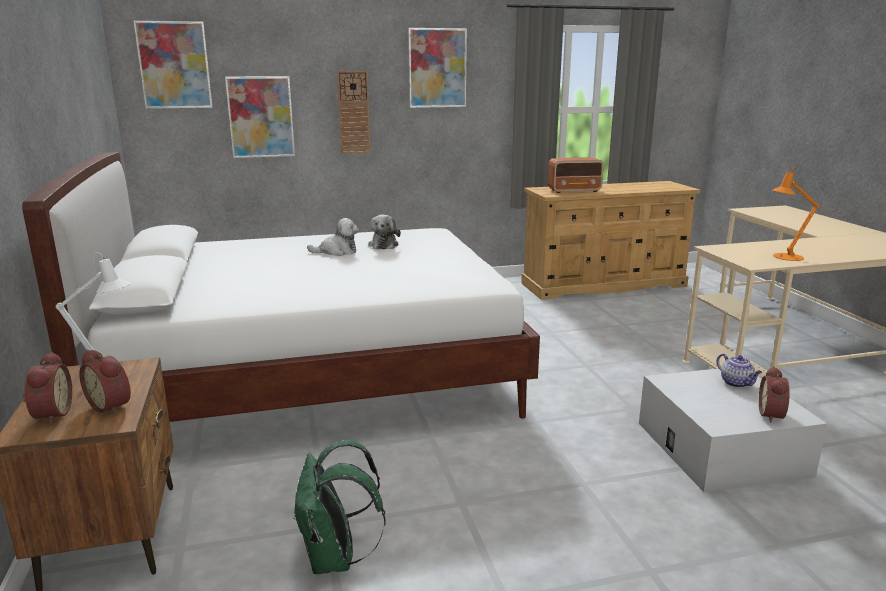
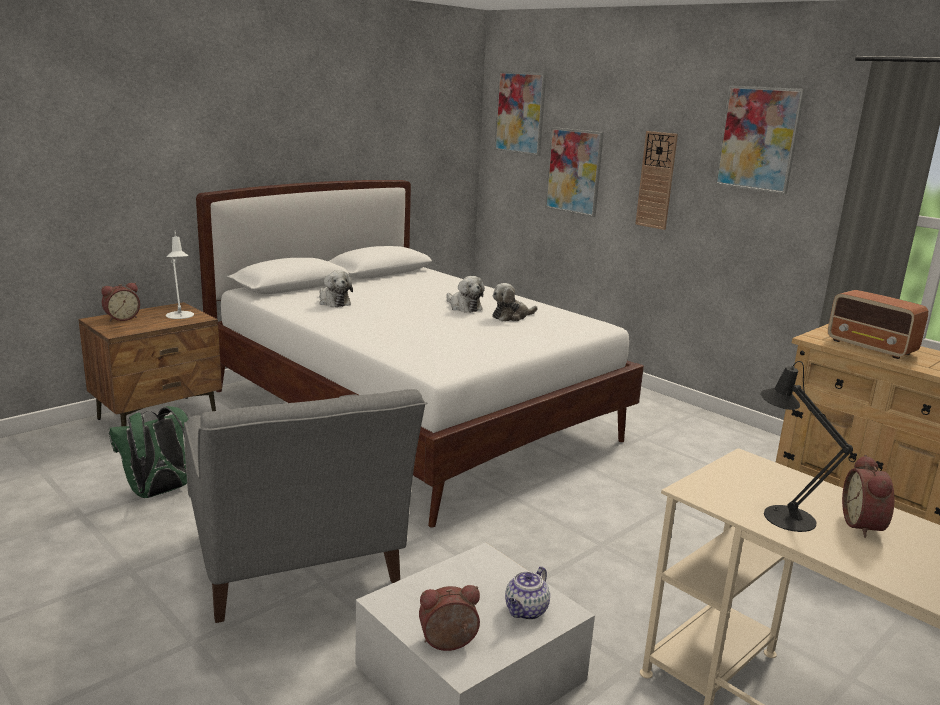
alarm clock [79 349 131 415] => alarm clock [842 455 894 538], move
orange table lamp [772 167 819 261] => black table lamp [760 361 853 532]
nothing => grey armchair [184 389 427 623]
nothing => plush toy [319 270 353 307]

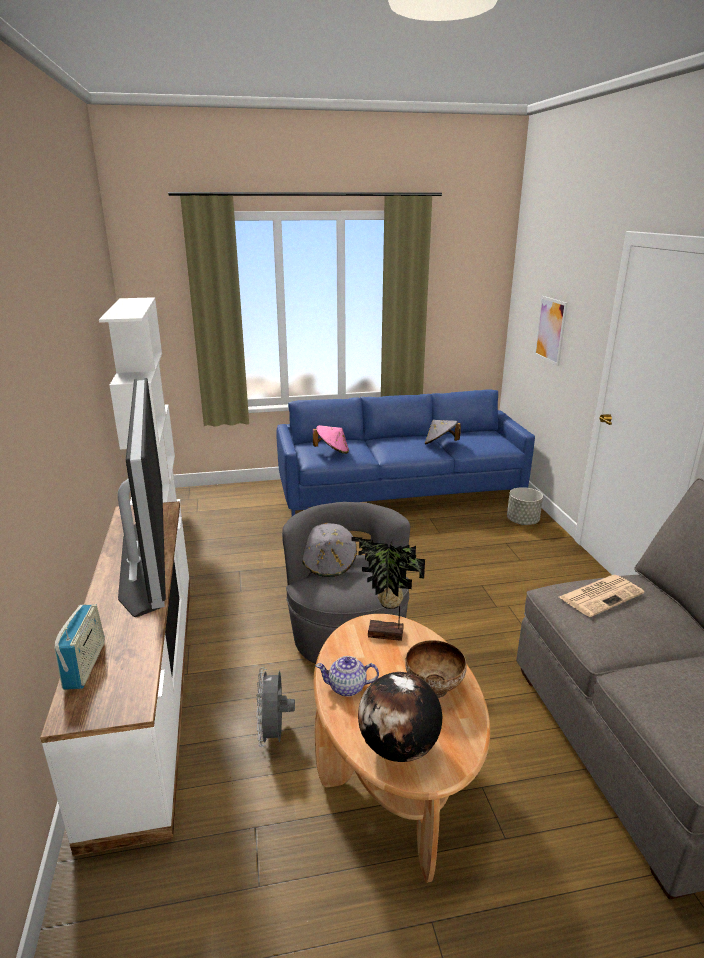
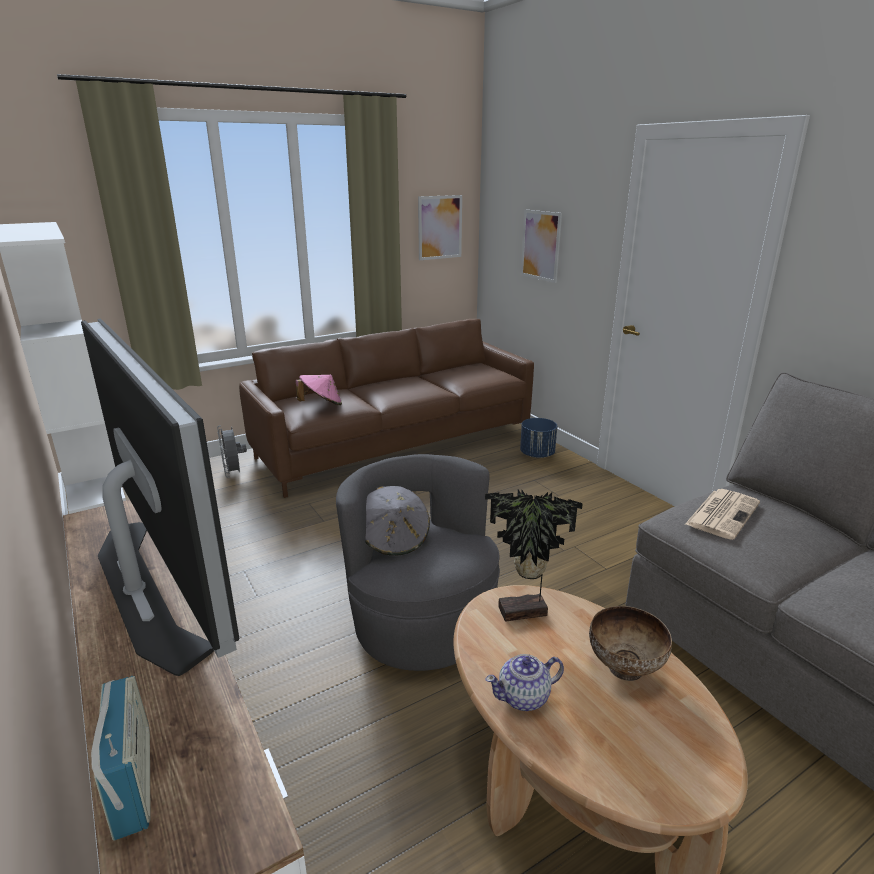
grey fan [256 667 295 747] => grey fan [217 425 247 478], move
blue sofa [277 389 535 516] => brown sofa [239 319 534 498]
globe [358 672 442 762] => nothing
grey hat [425 420 461 444] => nothing
grey planter [507 487 543 525] => blue planter [520 418 557 458]
nothing => picture [418 195 462 260]

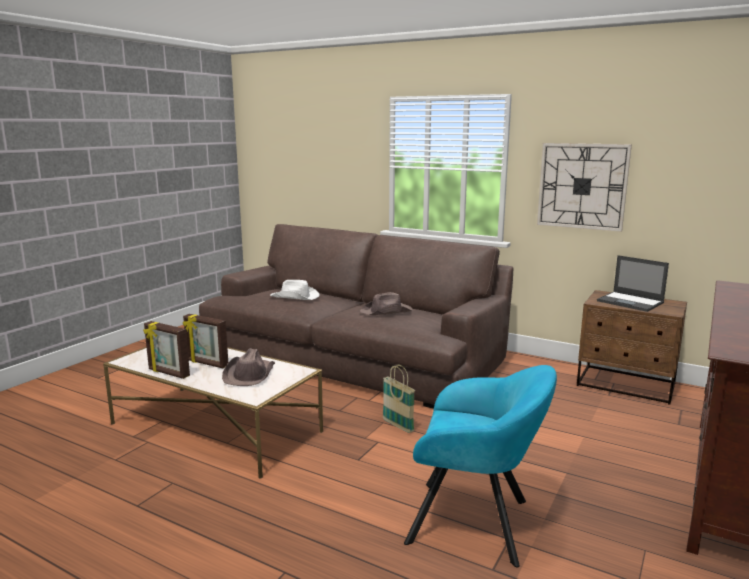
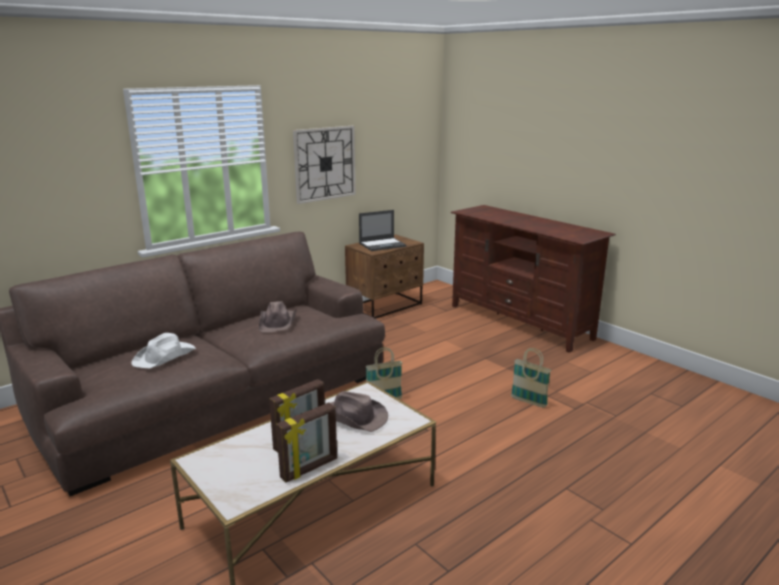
turquoise armchair [404 365 557 567] => basket [511 348 551 408]

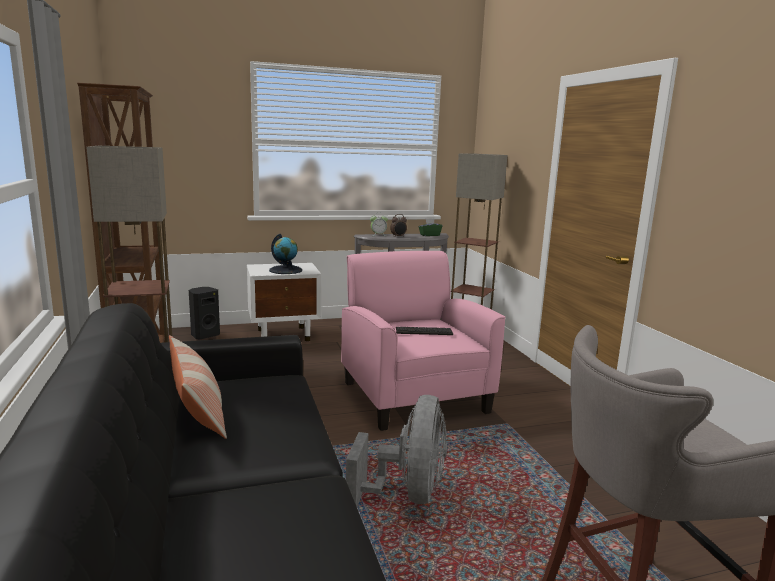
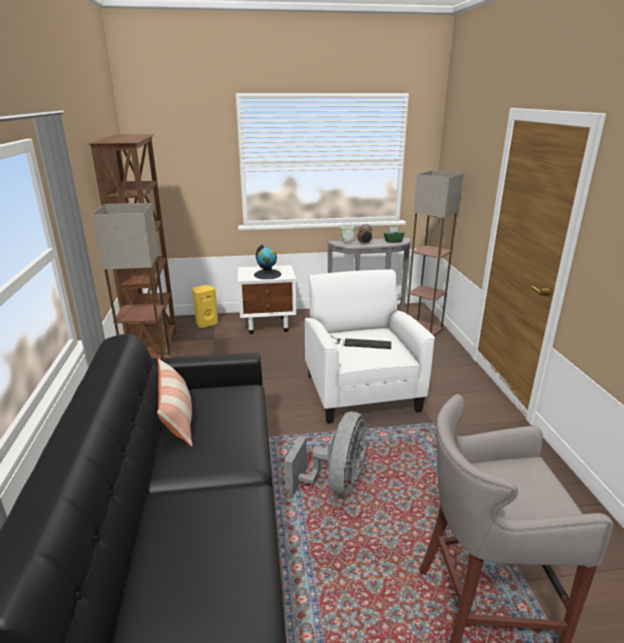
black speaker [189 287 220 340] => yellow speaker [192 285 218 328]
pink armchair [341 251 506 431] => white armchair [305 269 435 424]

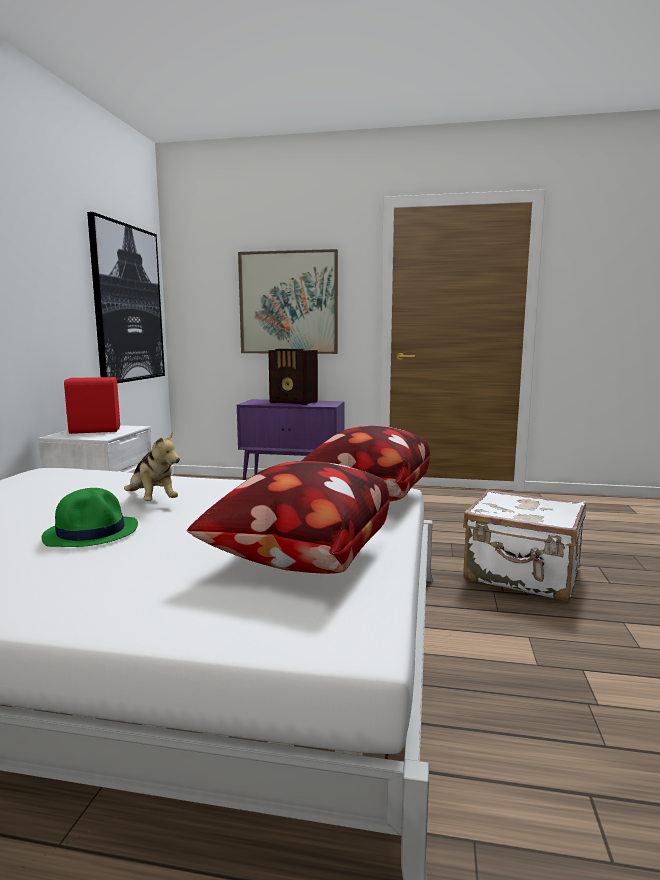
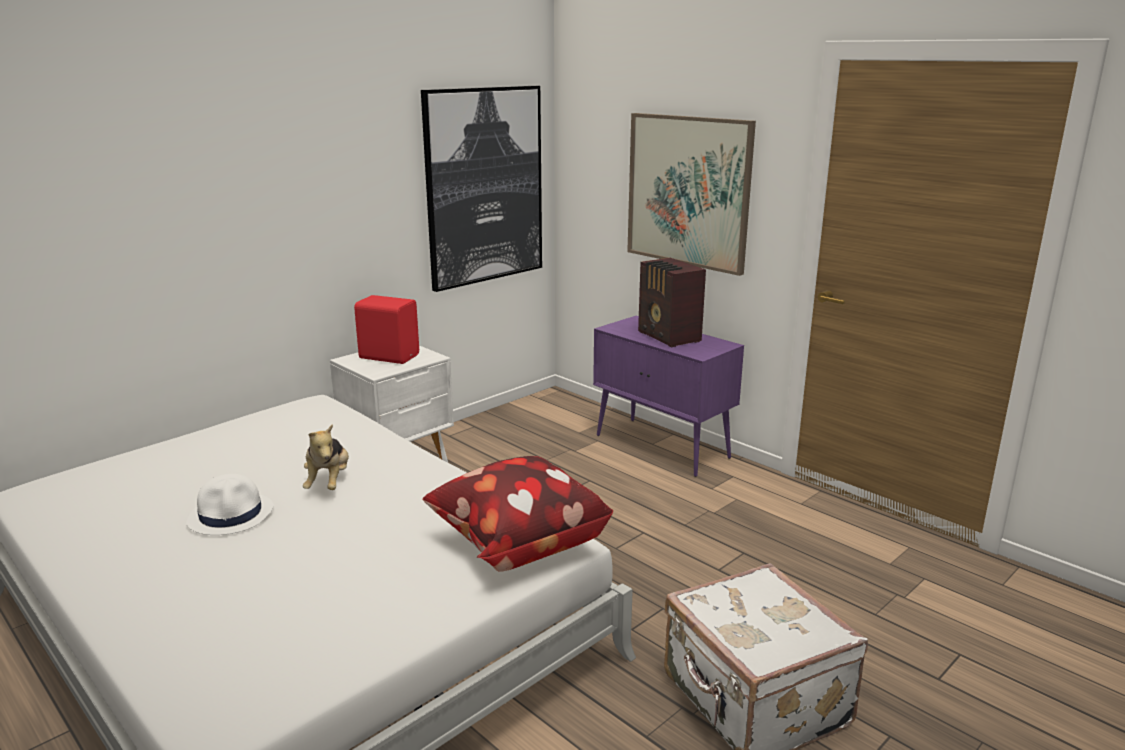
green hat [41 488 138 547] => white hat [186 474 274 535]
pillow [187 461 390 574] => nothing

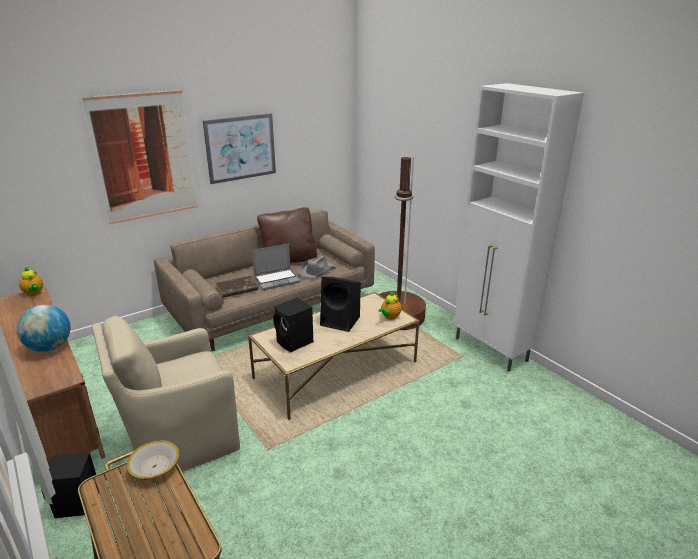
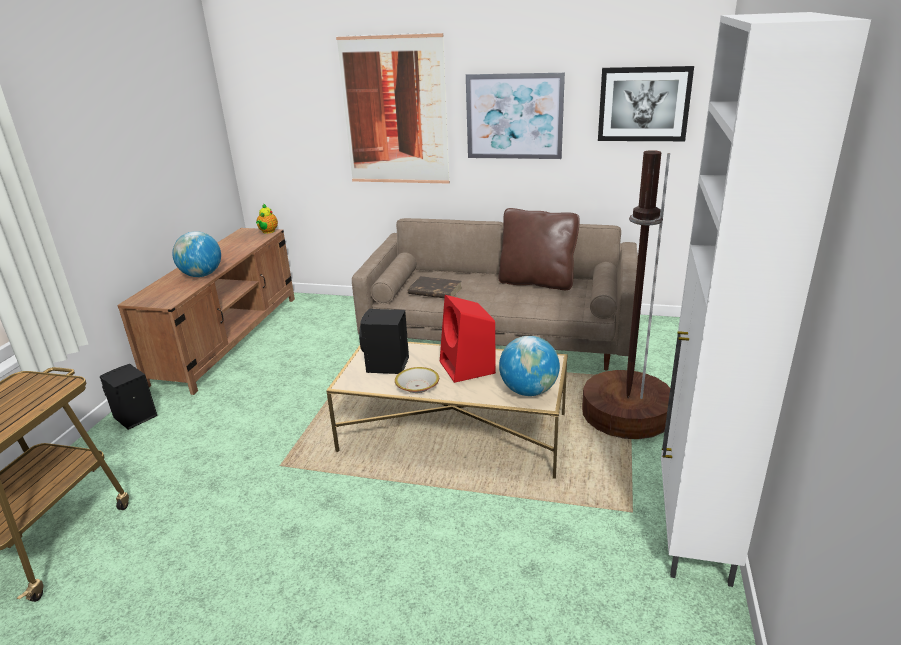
beige armchair [92 316 240 481] => nothing
bowl [126 440 180 480] => bowl [395 367 439 393], move
laptop [252 244 301 290] => nothing
grey hat [298 255 336 278] => nothing
black speaker [320 277 361 332] => red speaker [440 295 496 383]
teapot [378 291 402 320] => globe [499 336 560 396]
nothing => picture [598 66 694 141]

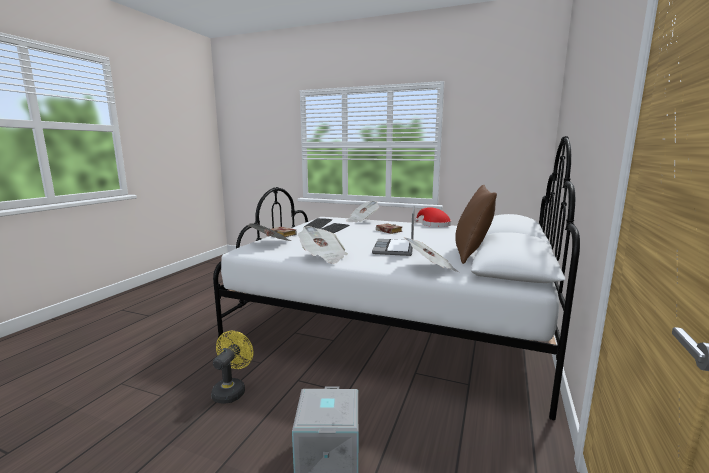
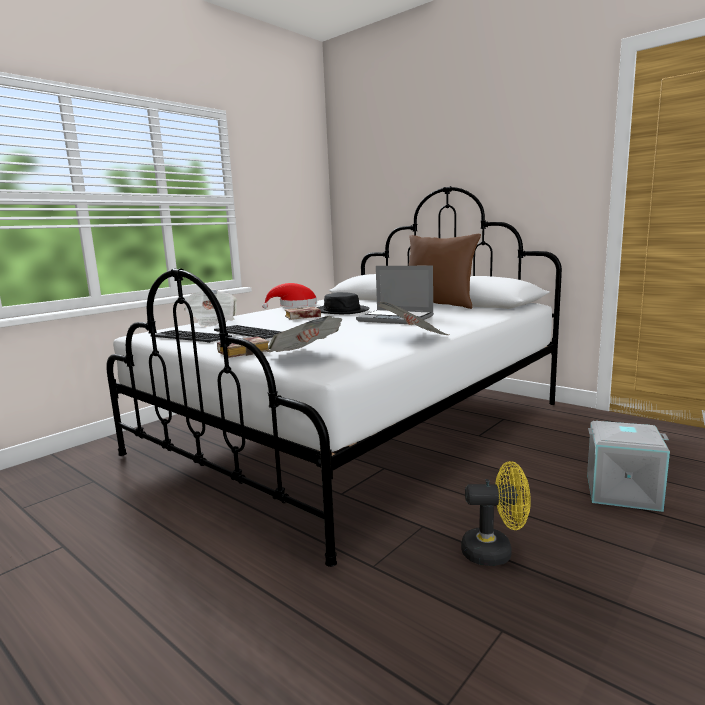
yellow fan [211 331 253 404] => yellow fan [461 461 531 566], 150 degrees clockwise
newspaper [404 237 459 272] => nothing
nothing => black hat [316 292 370 314]

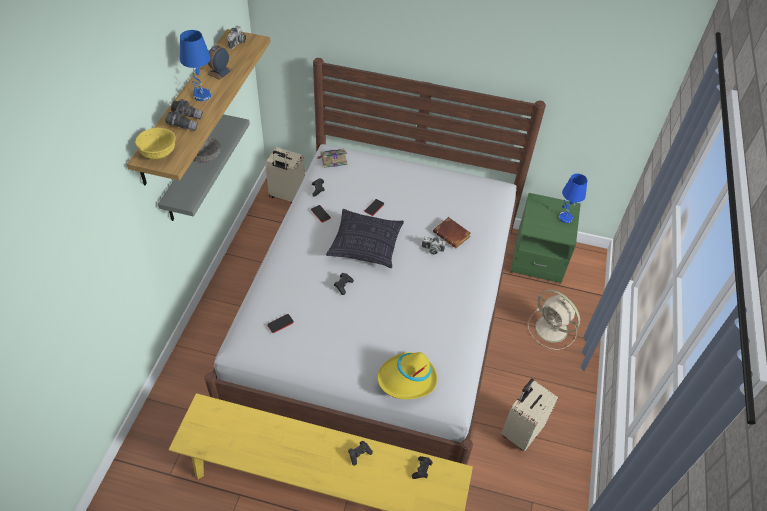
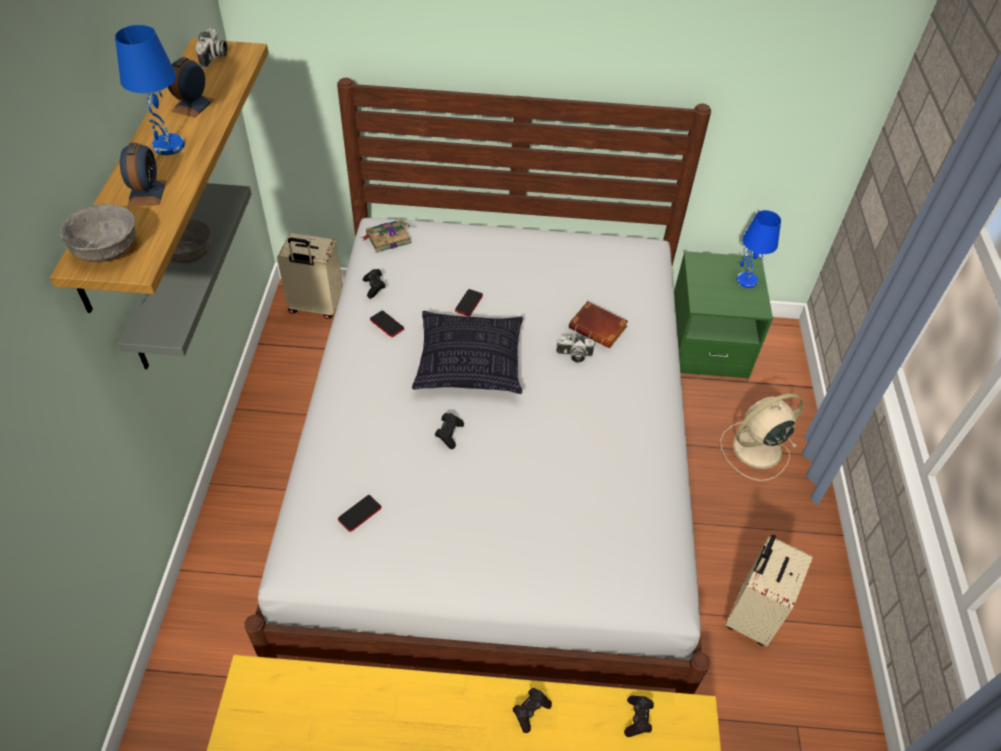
yellow bowl [135 128 176 159] => grey bowl [60 204 136 262]
grey binoculars [165 99 203 131] => alarm clock [120 143 166 205]
yellow hat [377 352 437 399] => nothing
beige fan [528 289 580 350] => beige fan [720 393 803 481], 120 degrees clockwise

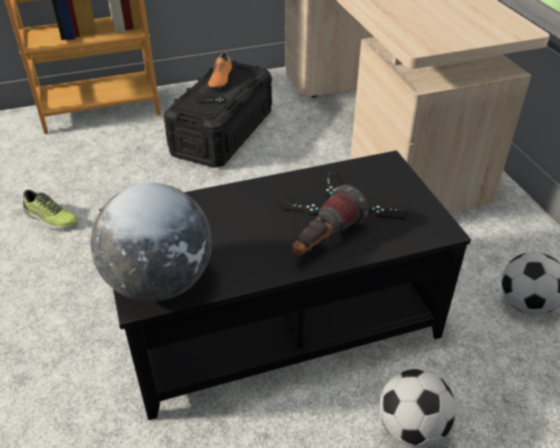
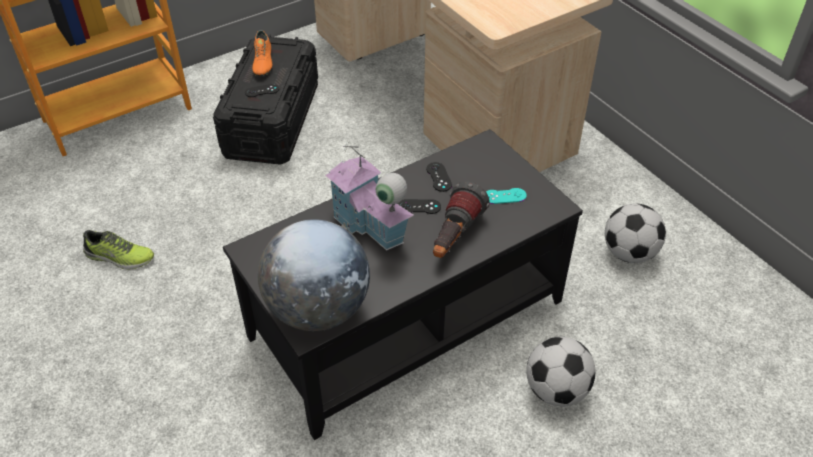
black game controller [369 203 414 219] => turquoise game controller [486 188 527 204]
nothing => toy house [325 140 414 251]

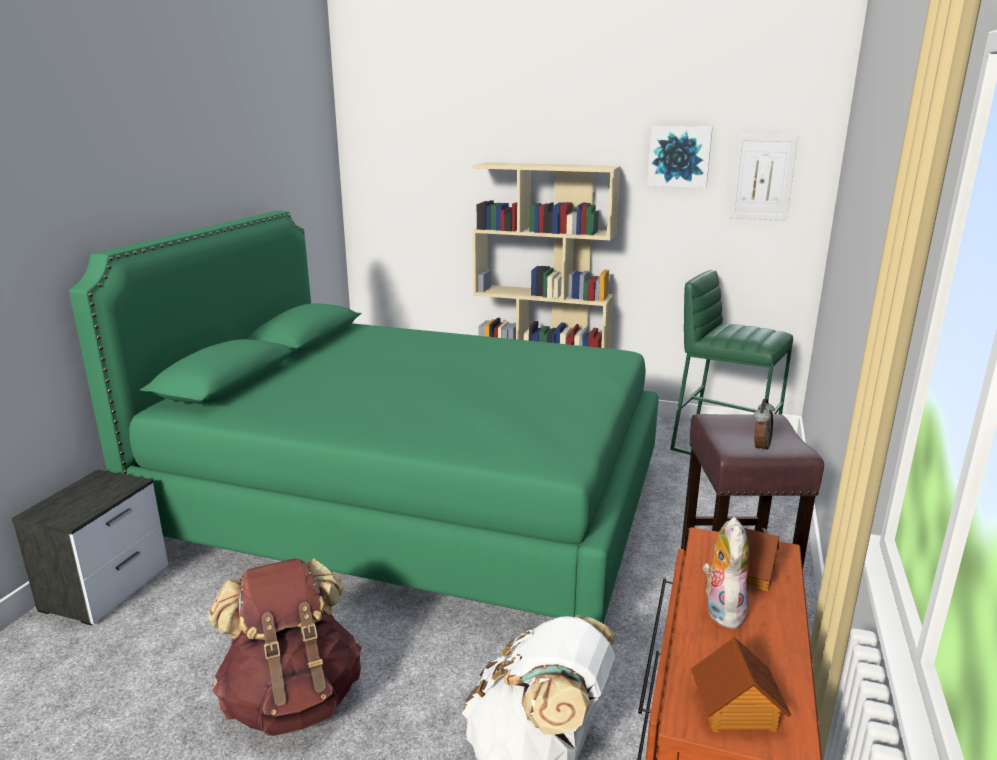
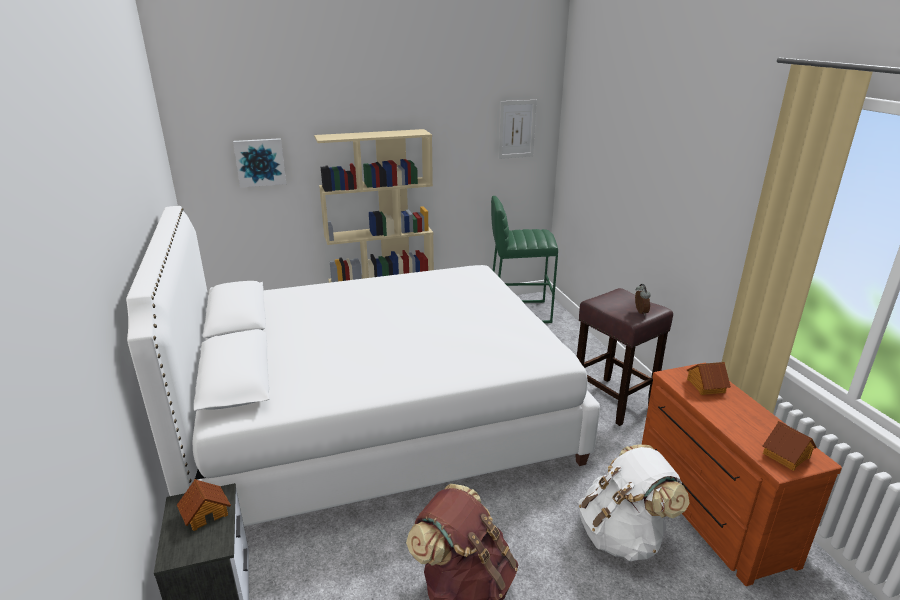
green bed [69 211 659 623] => white bed [126 206 600 527]
picture [647 126 713 188] => picture [233 138 286 188], move
plush toy [703 517 749 629] => nothing
nothing => toy house [177 479 231 531]

